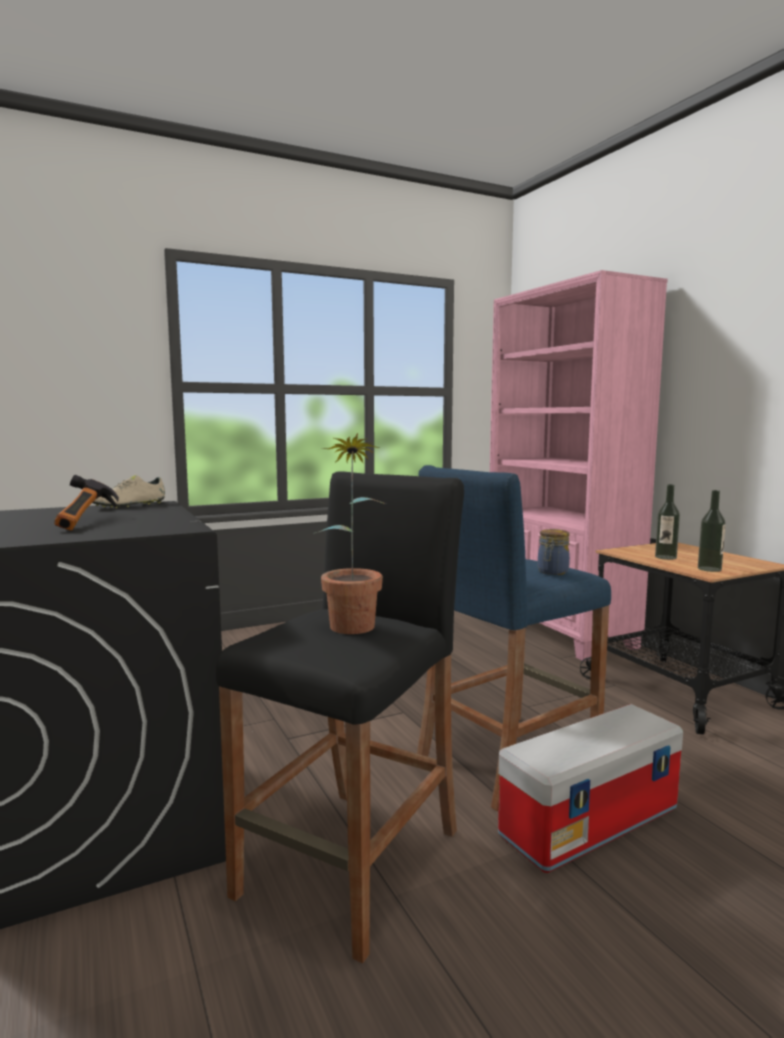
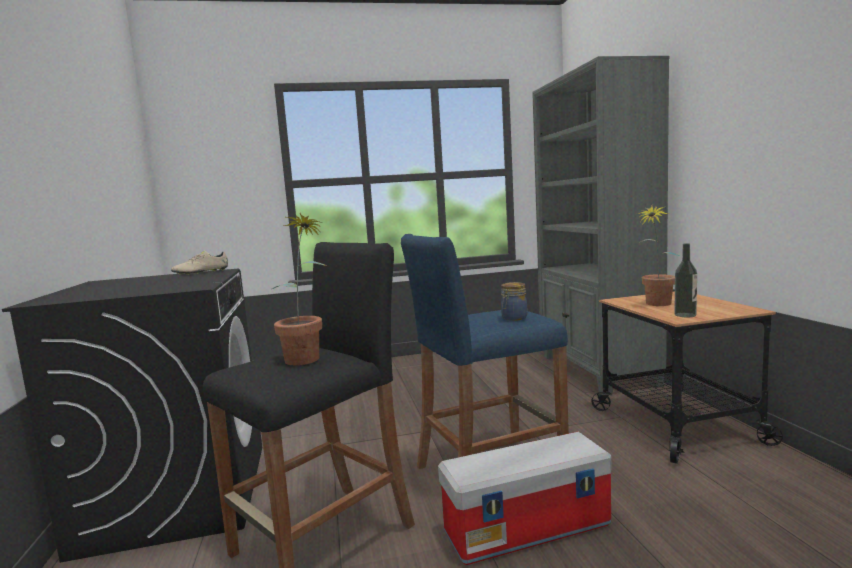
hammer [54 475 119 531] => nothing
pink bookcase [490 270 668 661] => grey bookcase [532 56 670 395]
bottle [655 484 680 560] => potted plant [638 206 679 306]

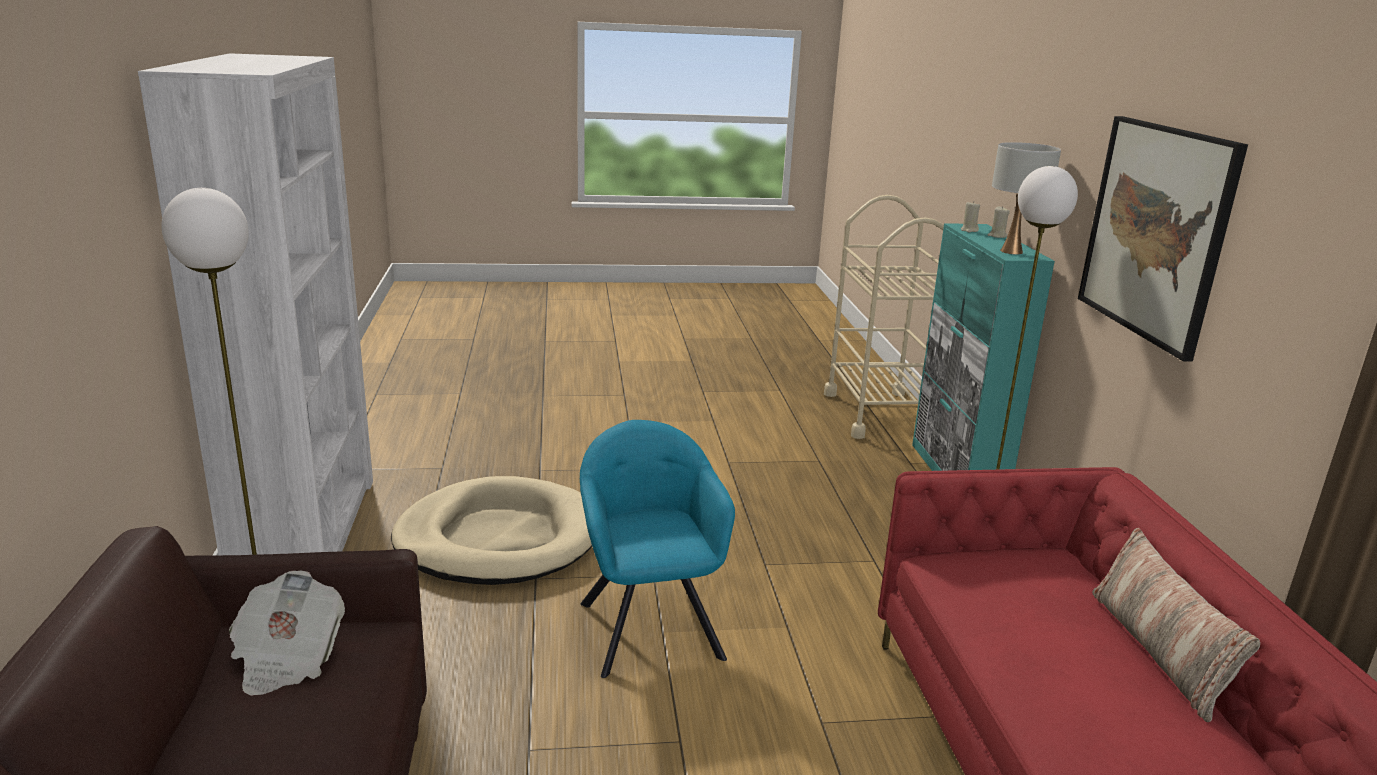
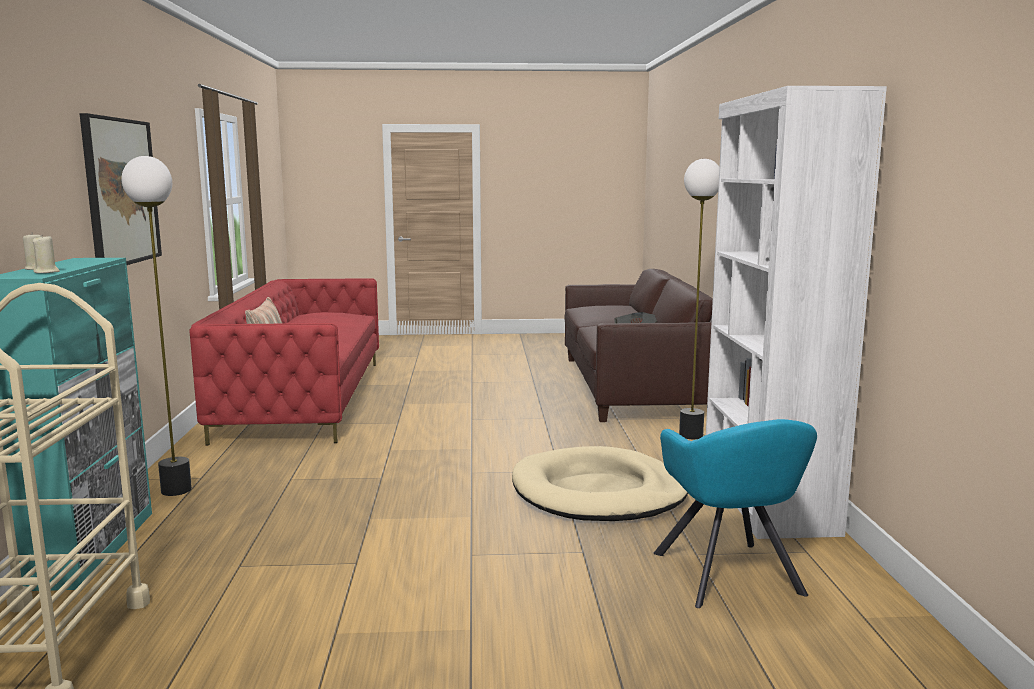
turquoise armchair [580 420 735 678] => turquoise armchair [654 419 817 608], move
white table lamp [992 142 1061 254] => nothing

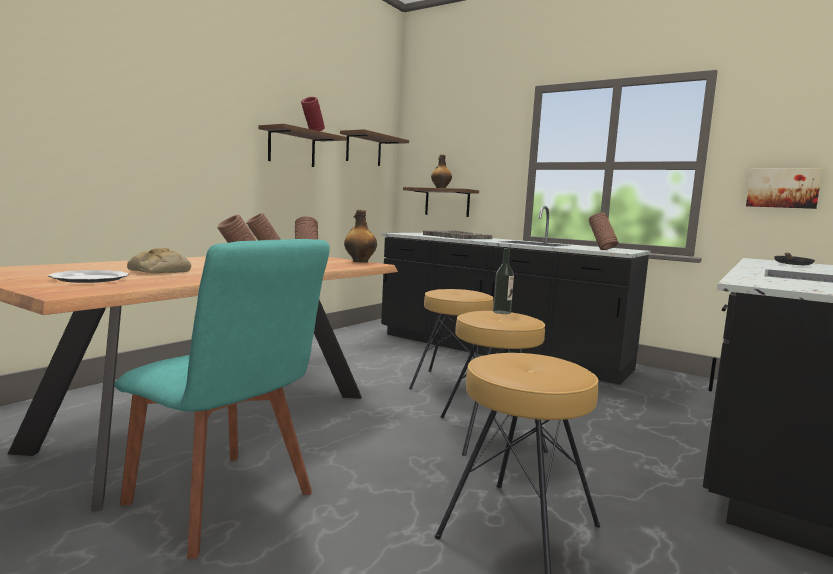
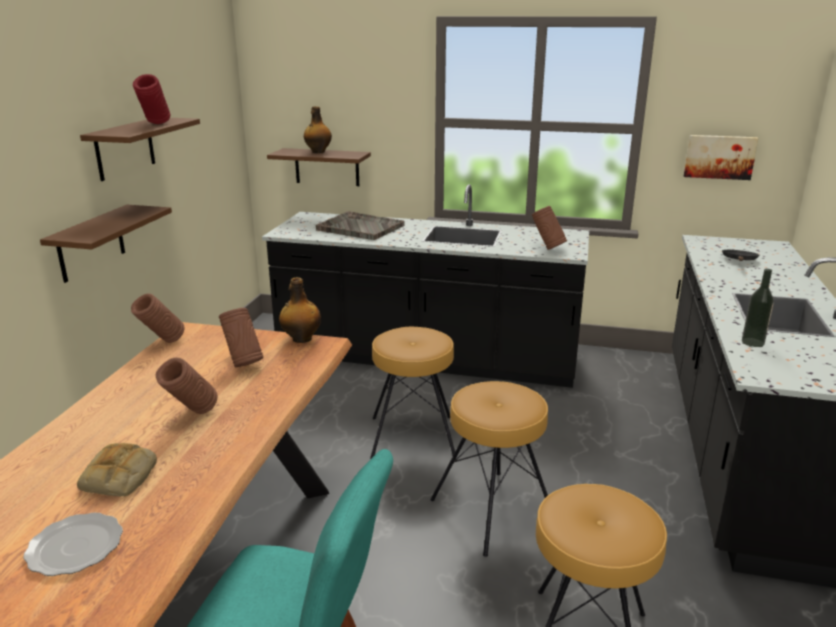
brown shelf [340 129 409 166] => brown shelf [40 205 172 283], move
bottle [493 248 514 314] => bottle [742 269 774 347], move

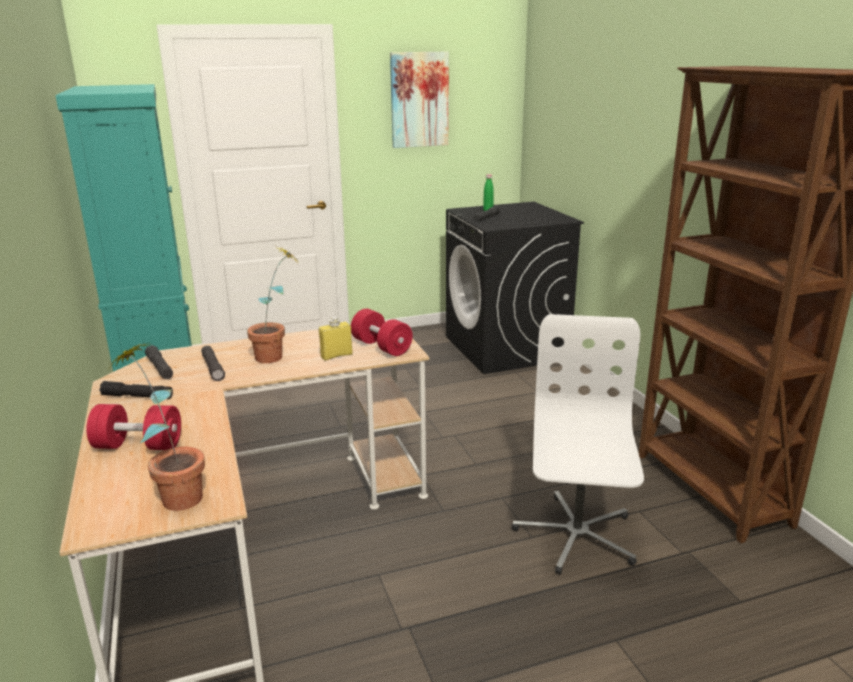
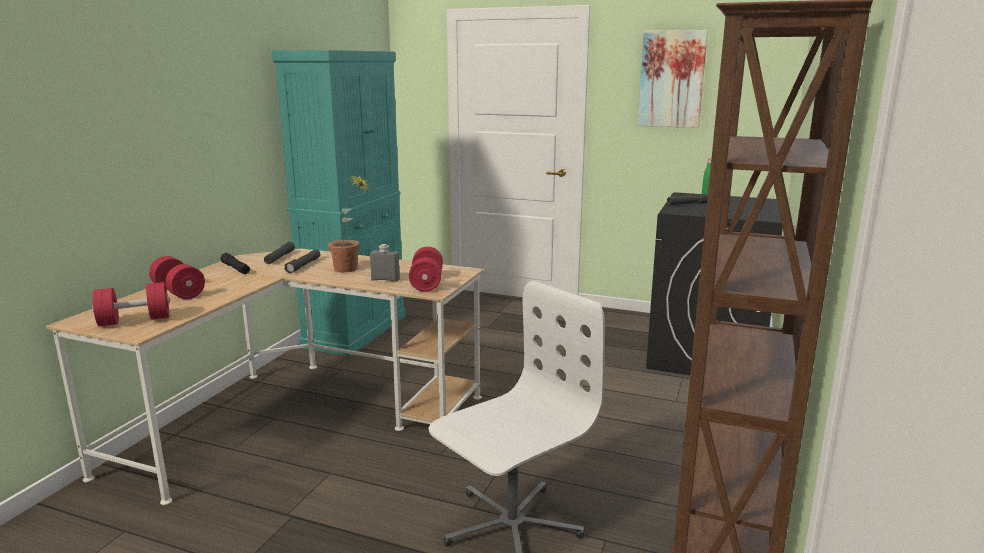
potted plant [109 342 205 511] => red dumbbell [92 282 170 326]
yellow bottle [319 317 352 361] => grey bottle [370 244 400 282]

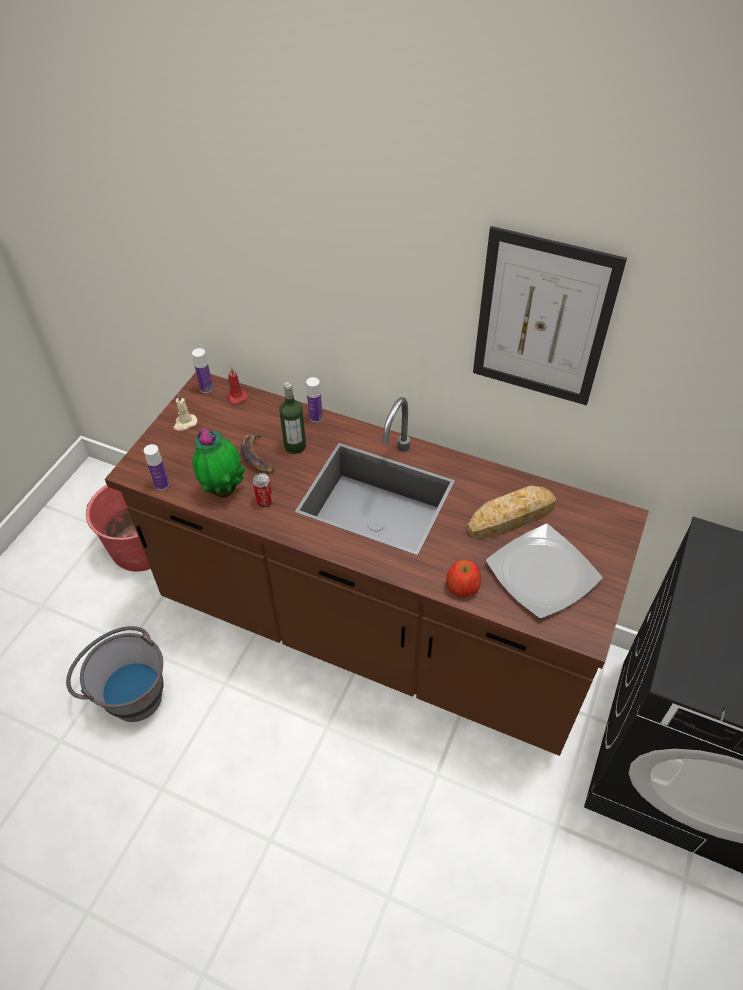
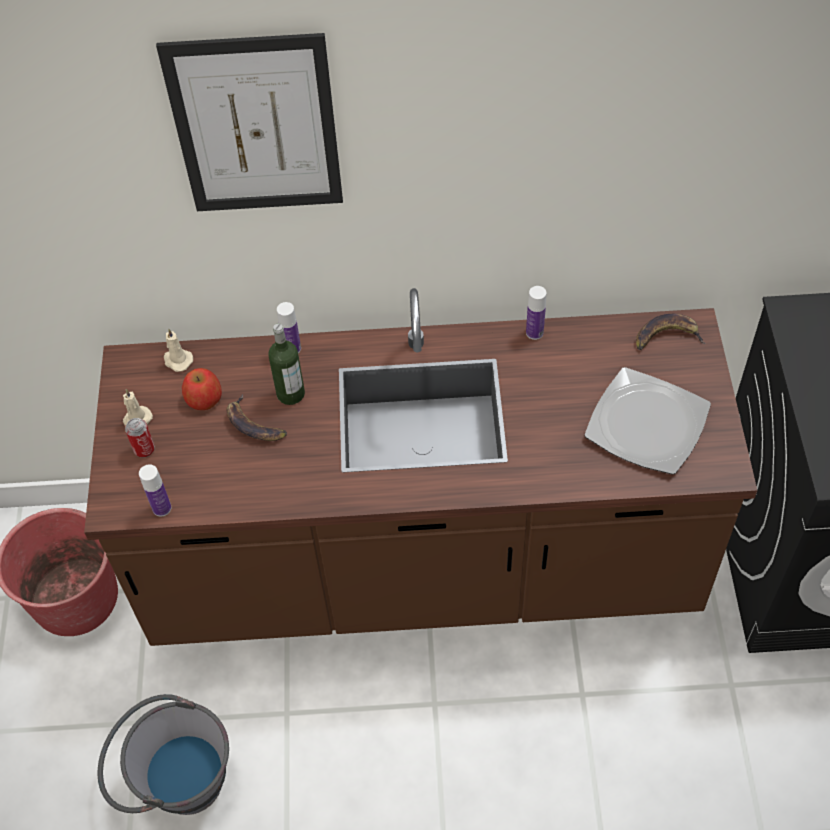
bottle [192 348 213 393] => bottle [526 286 546 340], move
potted plant [192 427 246 498] => nothing
red candle [227 367 248 404] => beige candle [164 329 193 372]
can [253 473 273 507] => can [125 418 155 457], move
apple [446 560 481 598] => apple [182 368 222 410], move
bread [467 485 556 538] => nothing
picture [473 226 627 405] => picture [156 33 343 211], move
nothing => banana [636 314 706 350]

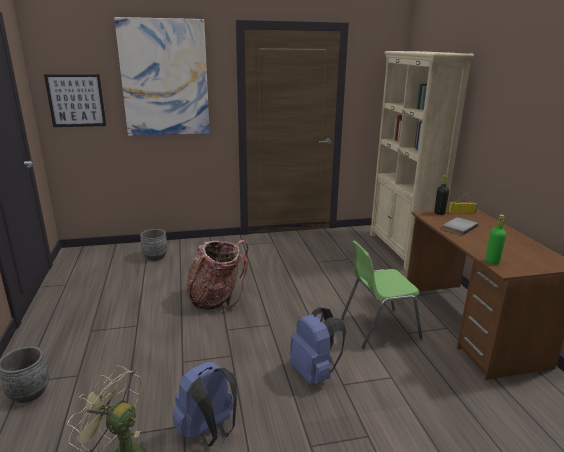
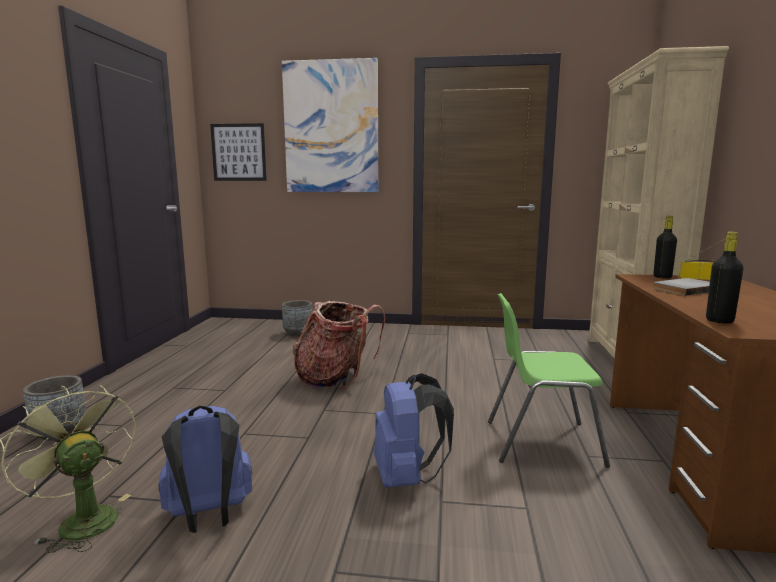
green bottle [485 215 506 264] => black bottle [706 232 744 324]

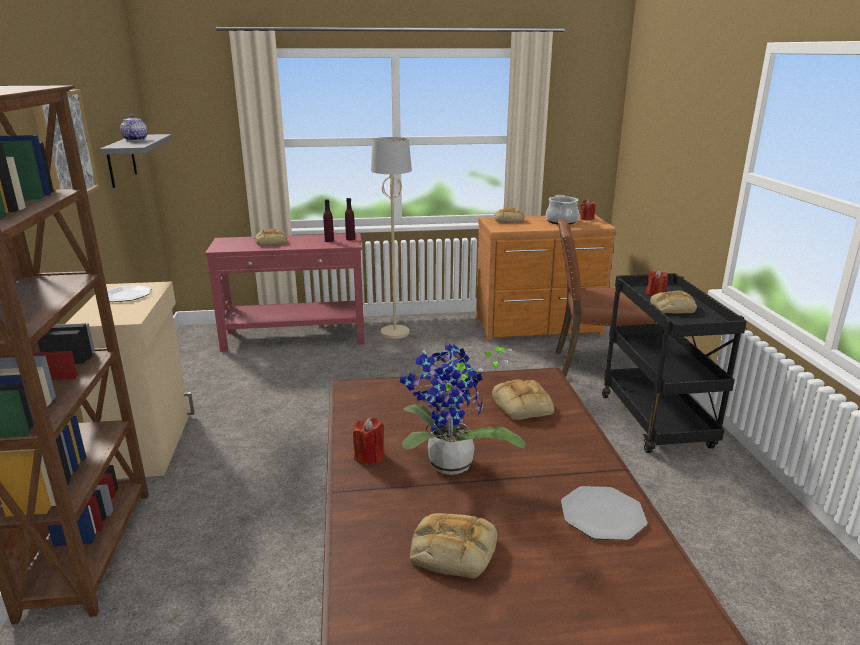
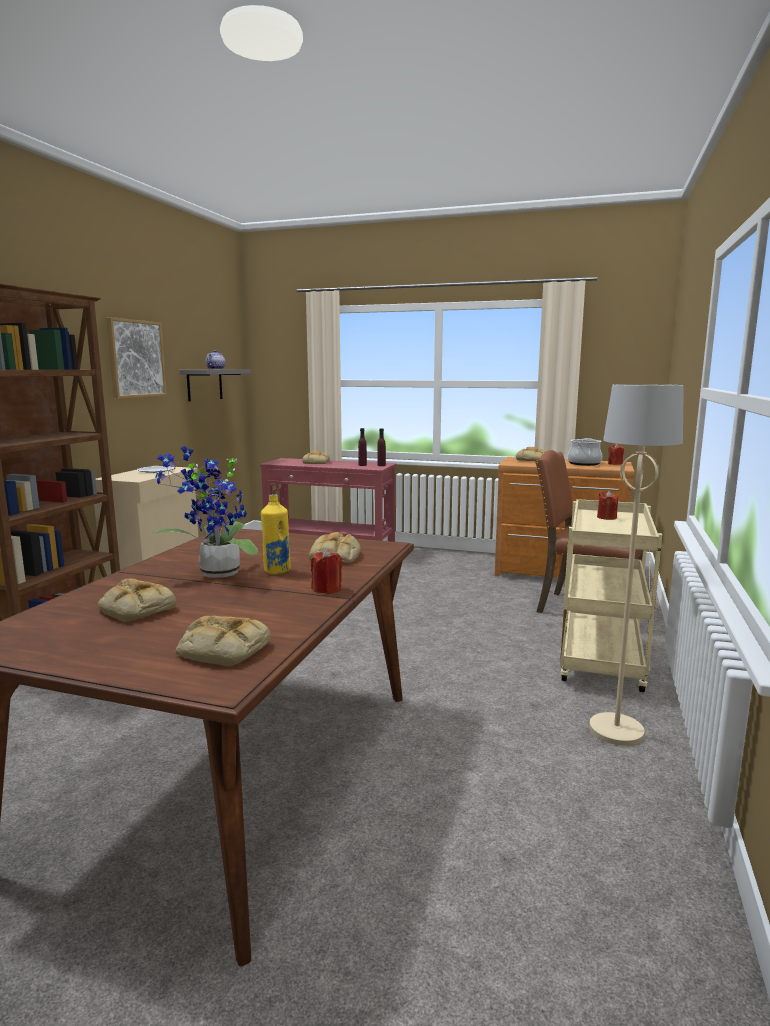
red candle [353 417 385 465] => red candle [311 549 342 594], move
beige floor lamp [371 137 412 339] => beige floor lamp [589 384 684 746], move
plate [561 486 648 540] => nothing
black cart [602 273 747 453] => beige cart [560 499 662 692]
bread [650 291 697 314] => bread [175 616 271 666], move
nothing => yellow bottle [261 495 291 575]

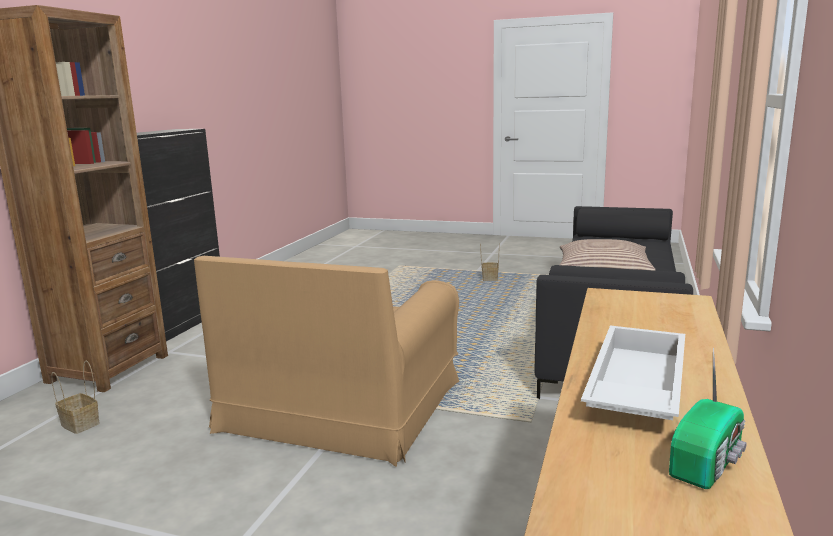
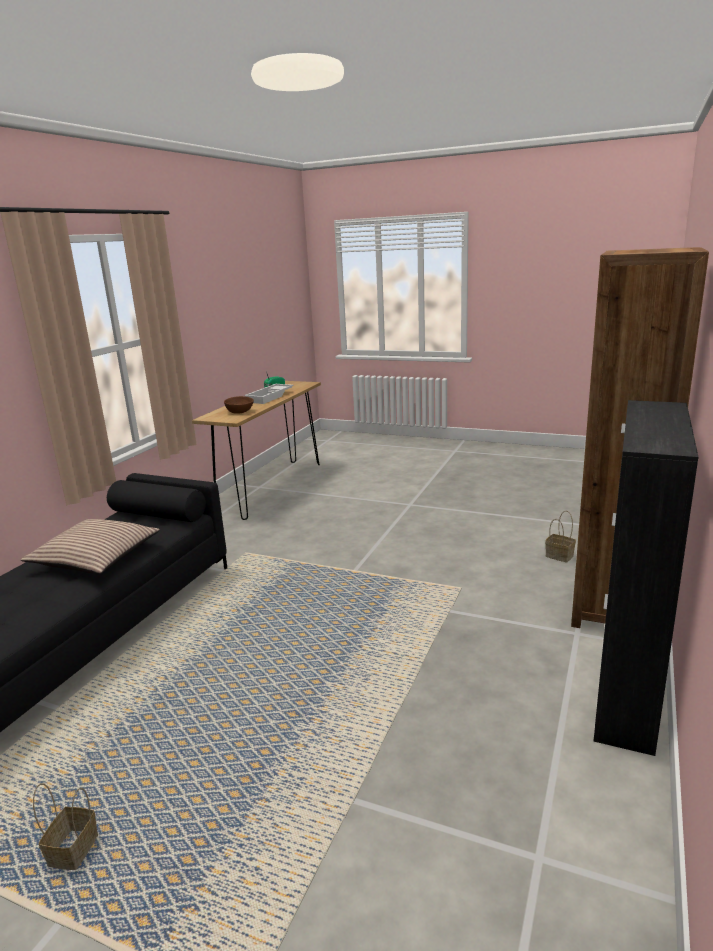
brown armchair [194 256 459 467] => nothing
nothing => brown bowl [224 396 254 414]

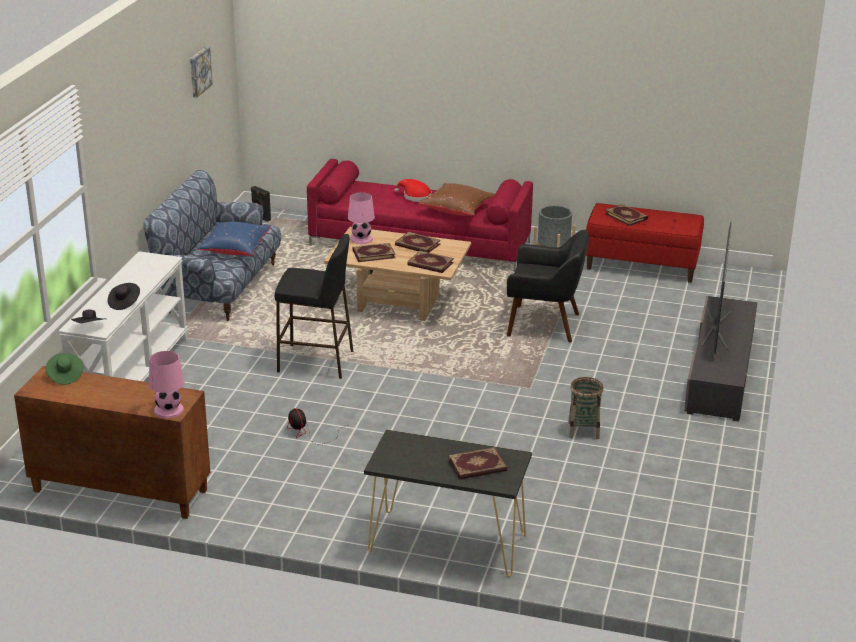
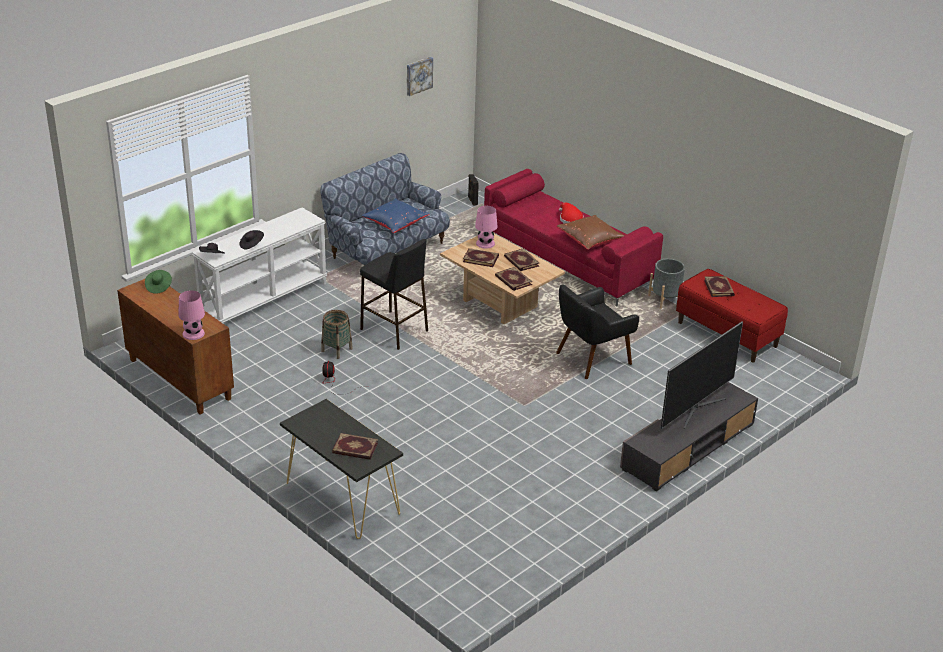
black armchair [507 230 589 343] => black armchair [556 284 639 379], 105 degrees clockwise
basket [568 377 604 439] => basket [321 310 353 359], move

